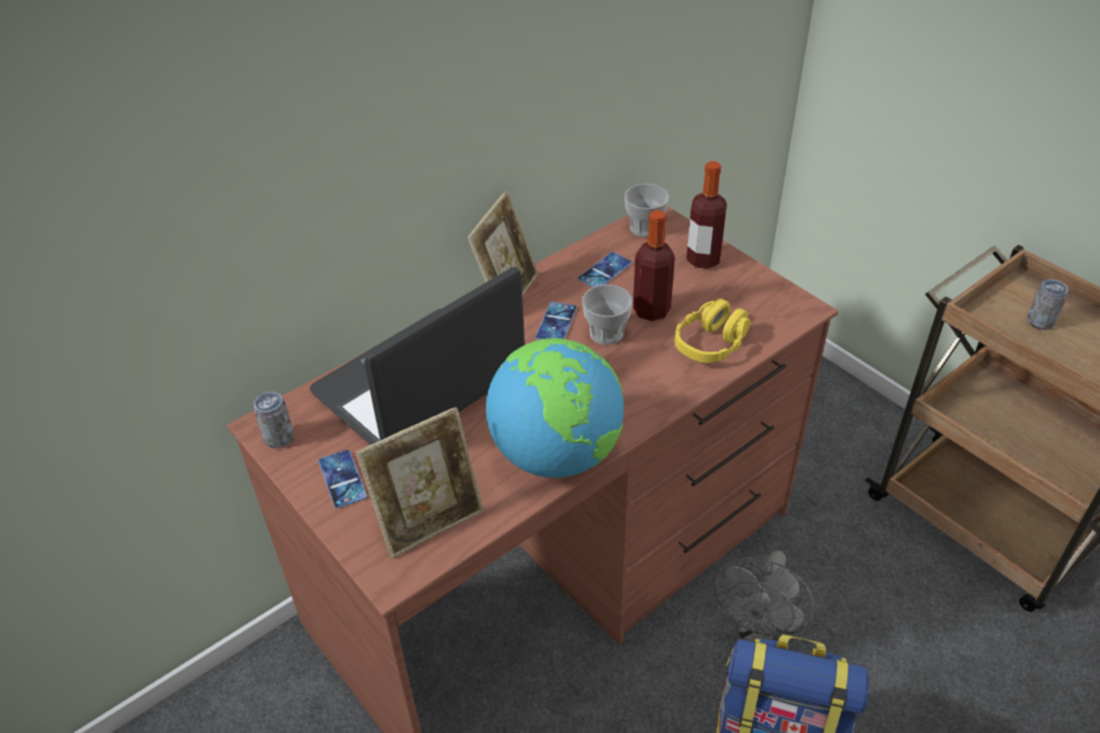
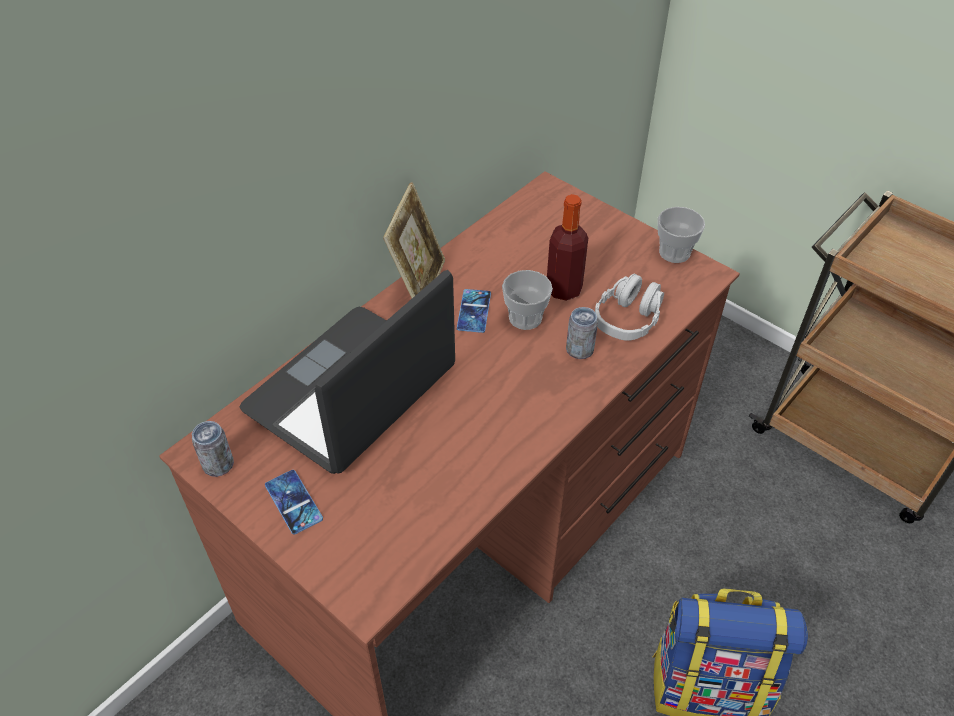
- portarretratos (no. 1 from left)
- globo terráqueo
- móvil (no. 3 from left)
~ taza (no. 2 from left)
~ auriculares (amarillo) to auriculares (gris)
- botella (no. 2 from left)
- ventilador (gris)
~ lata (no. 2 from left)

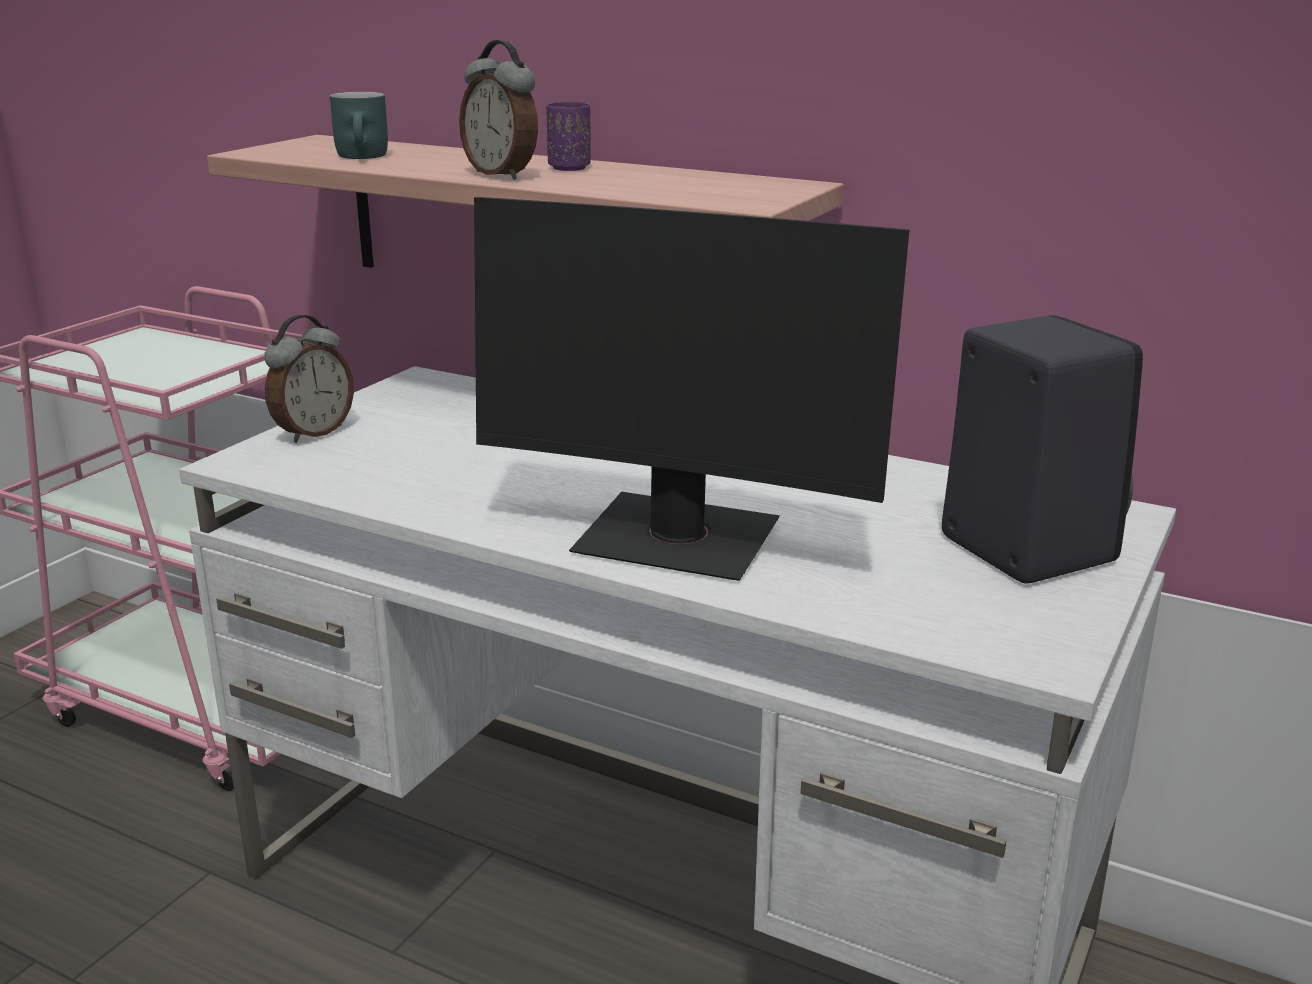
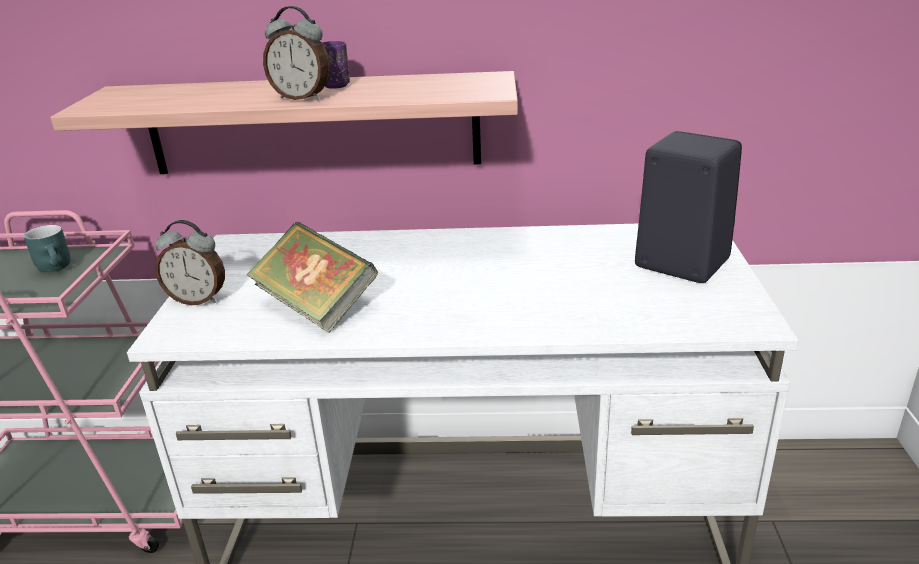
~ despertador (no. 1 from left) 90 degrees clockwise
~ taza grande (turquesa)
- monitor
+ libro

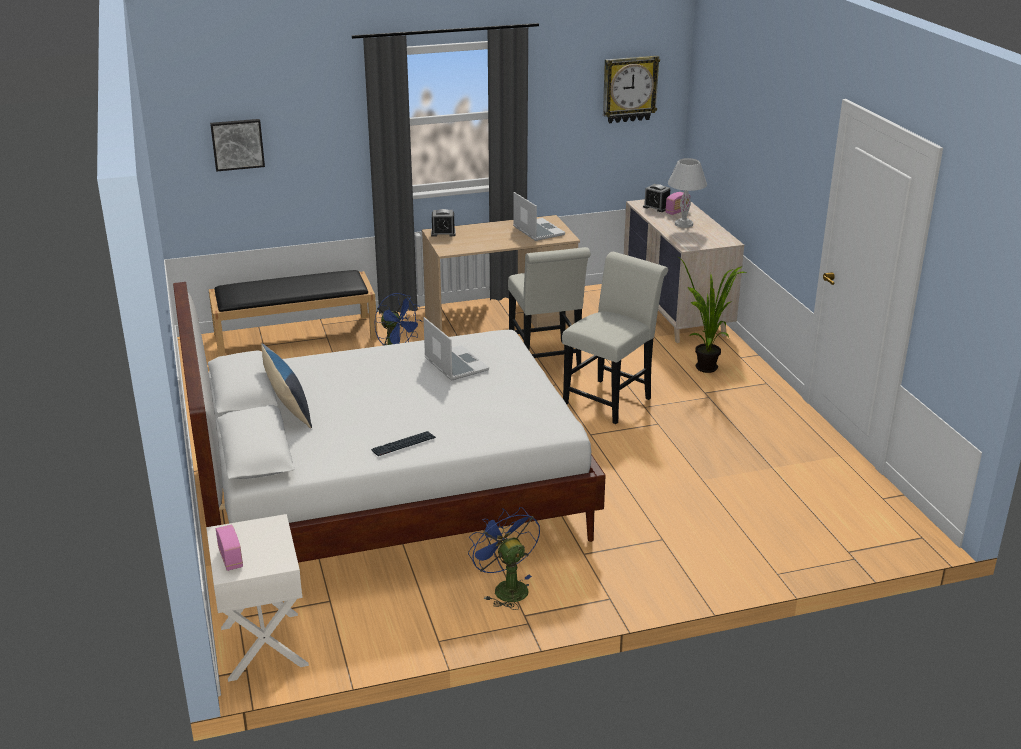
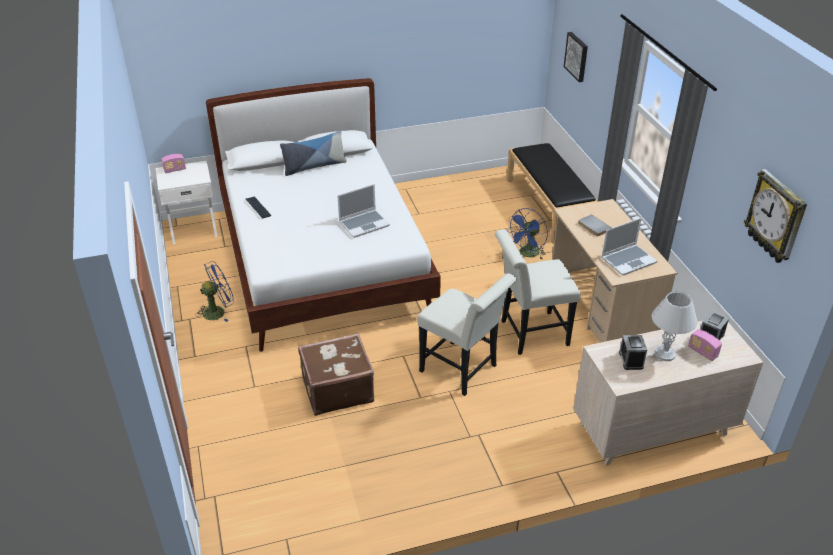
~ despertador (no. 1 from left)
- planta en maceta
+ maleta (marrón)
+ libro (gris)

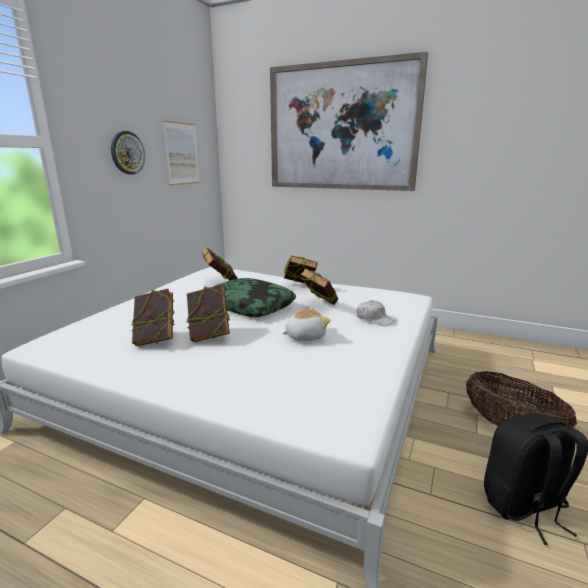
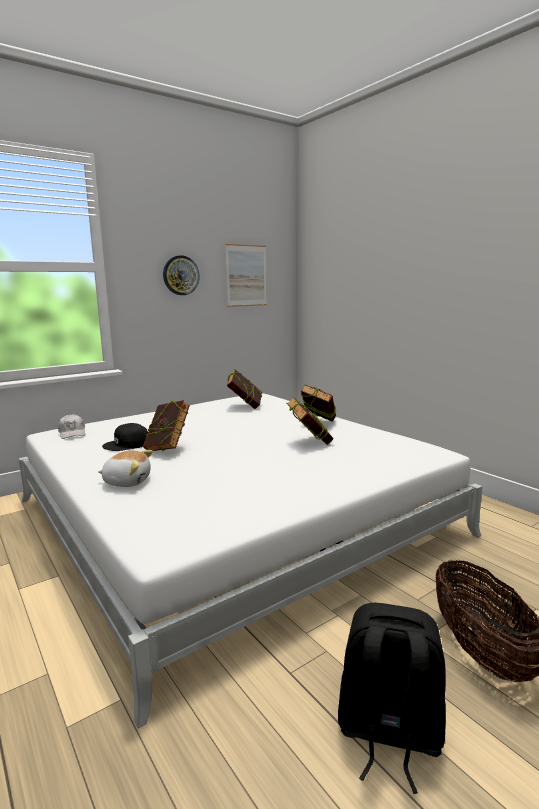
~ libro (no. 1 from left) to gorra (negro)
- cojín
- cuadro (no. 2 from left)
~ peluche
~ gorra (blanco)

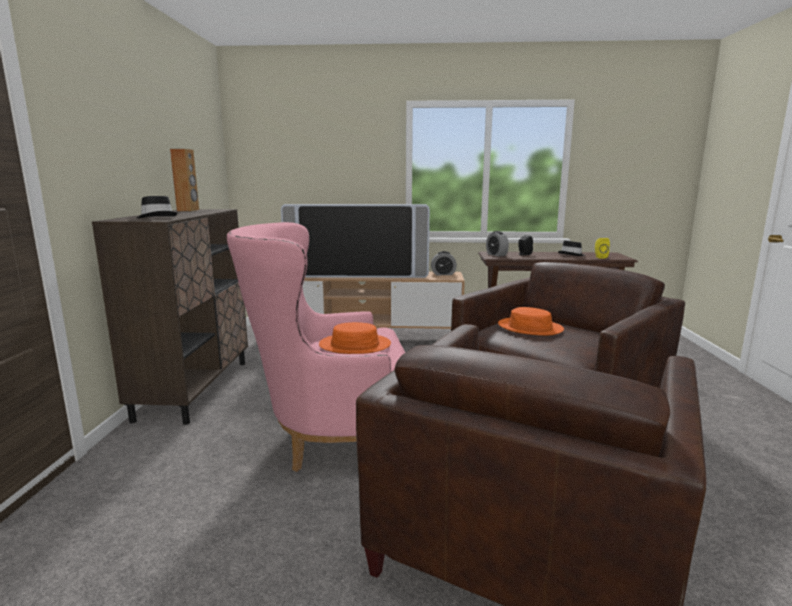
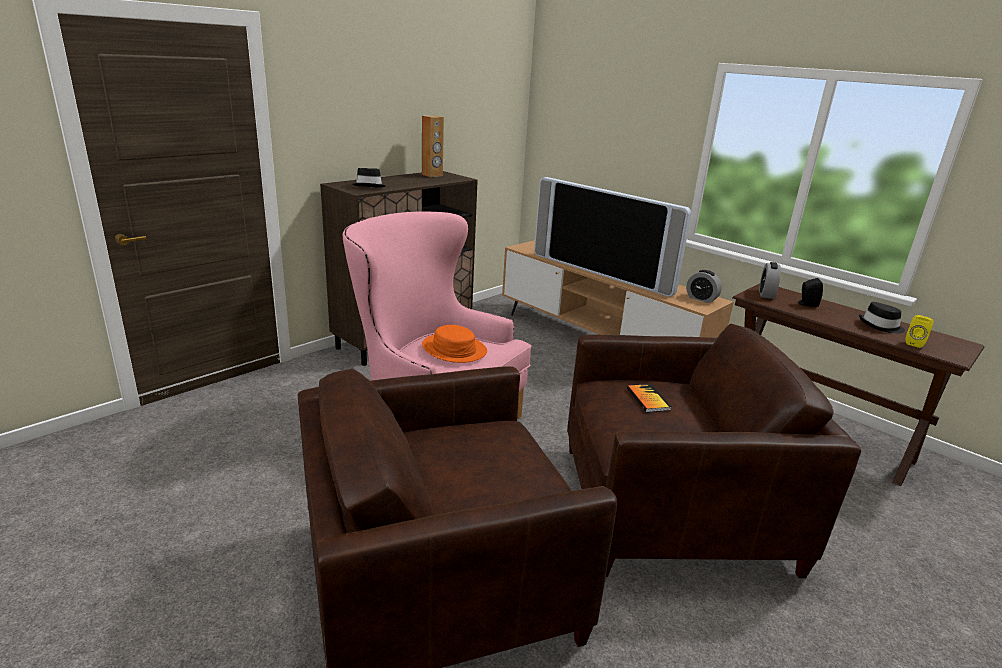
~ sombrero (naranja) (no. 2 from left) to libro

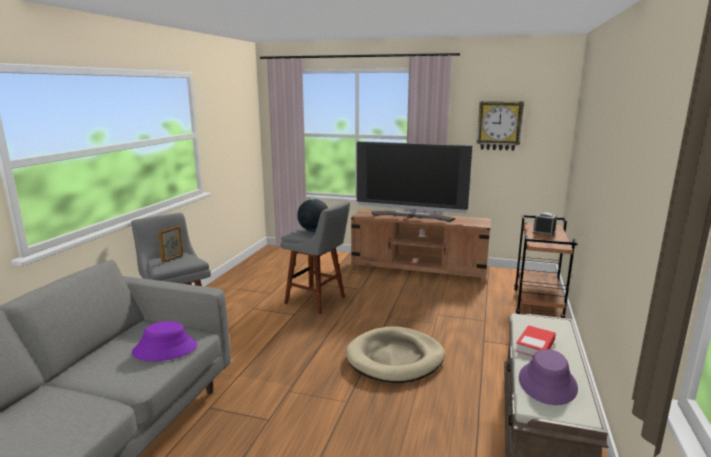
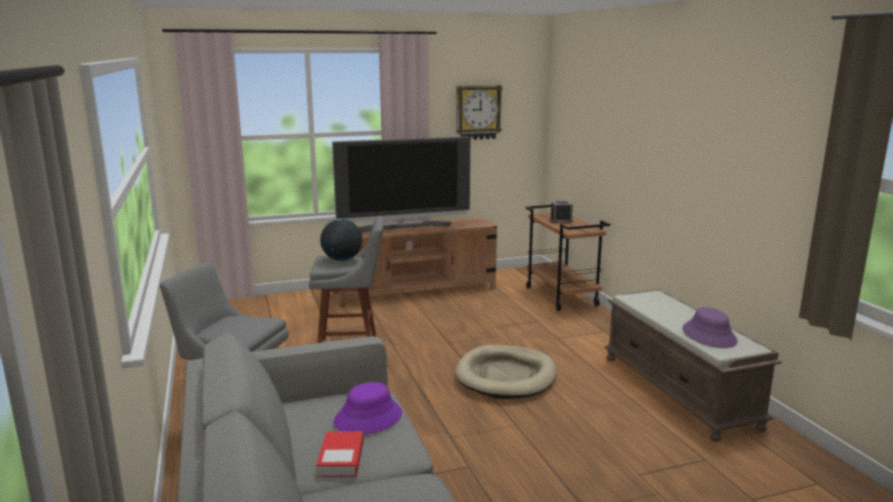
- portarretratos
~ libro

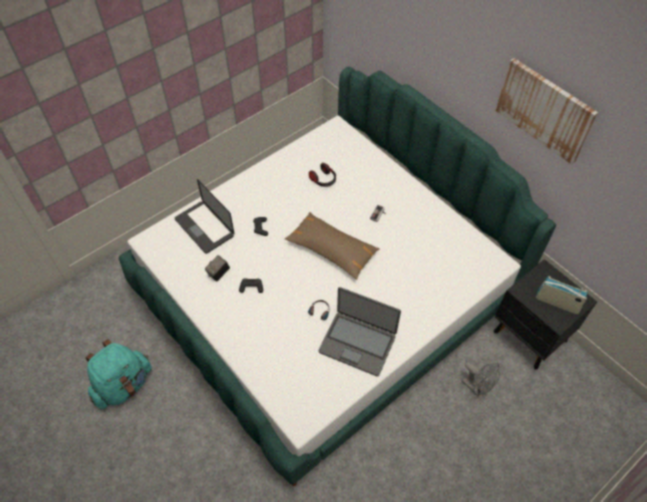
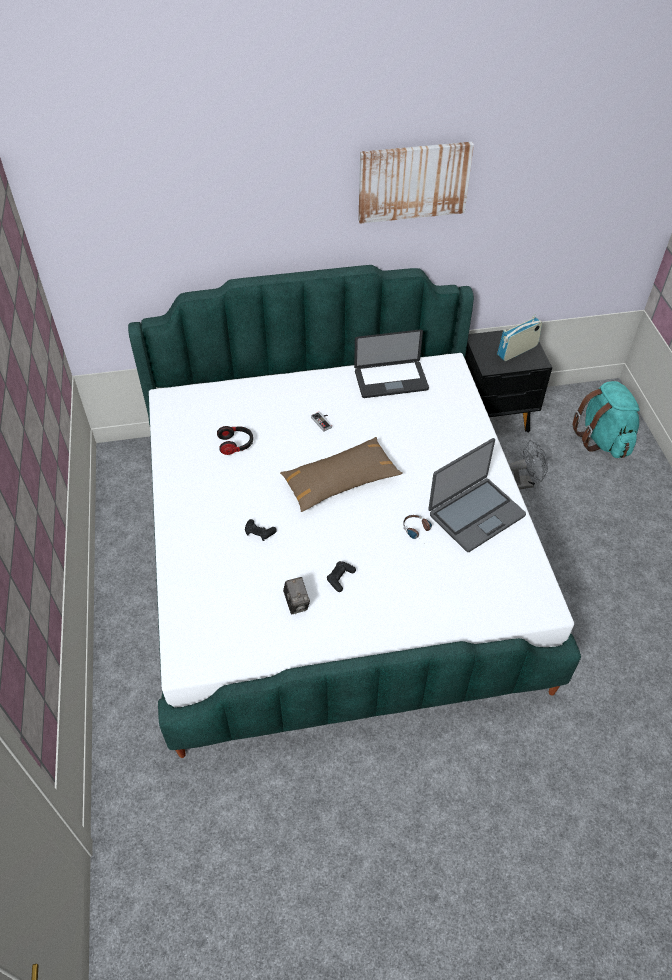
~ mochila (turquesa)
~ portátil (no. 1 from left)

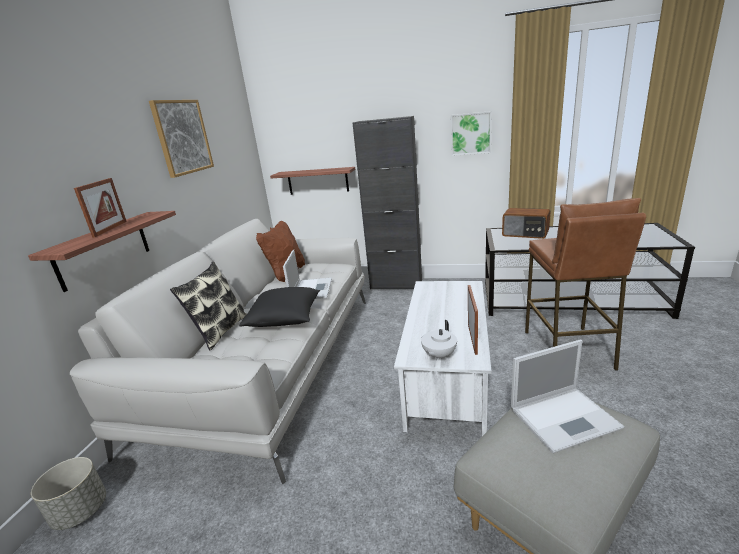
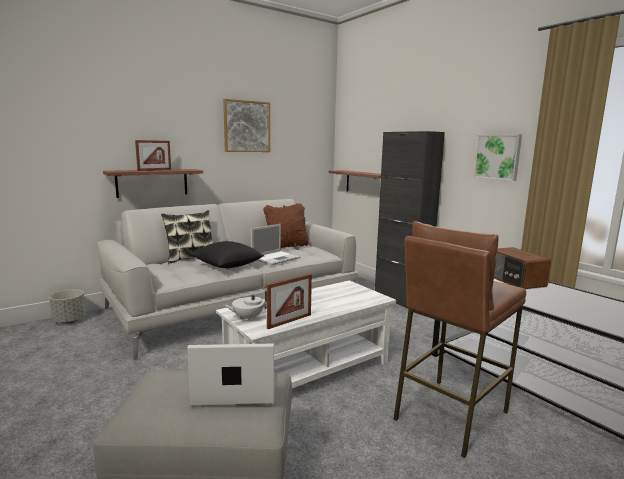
~ portátil (no. 2 from left in the first image) 150 degrees clockwise

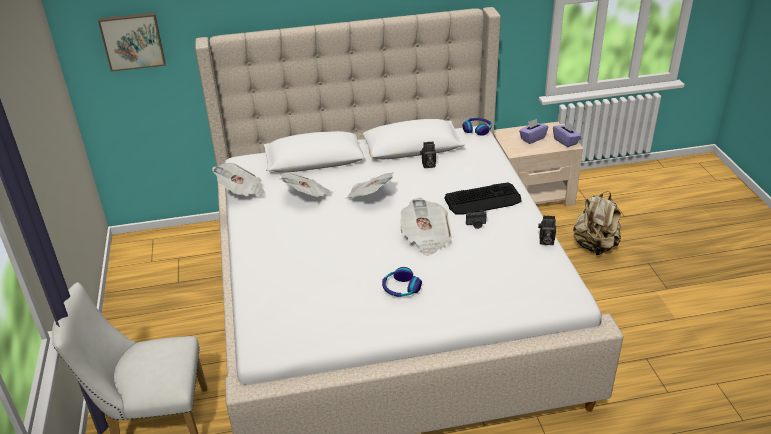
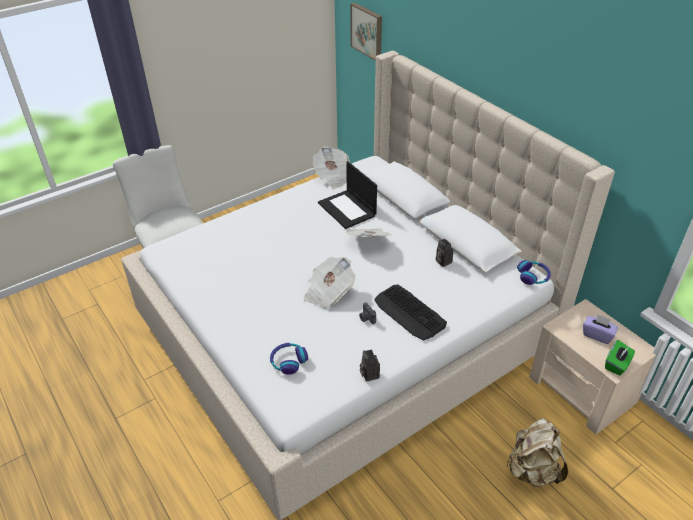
~ periódico (no. 2 from left) to portátil
~ auriculares (no. 1 from left)
~ caja de pañuelos (morado) (no. 2 from left) to caja de pañuelos (verde)

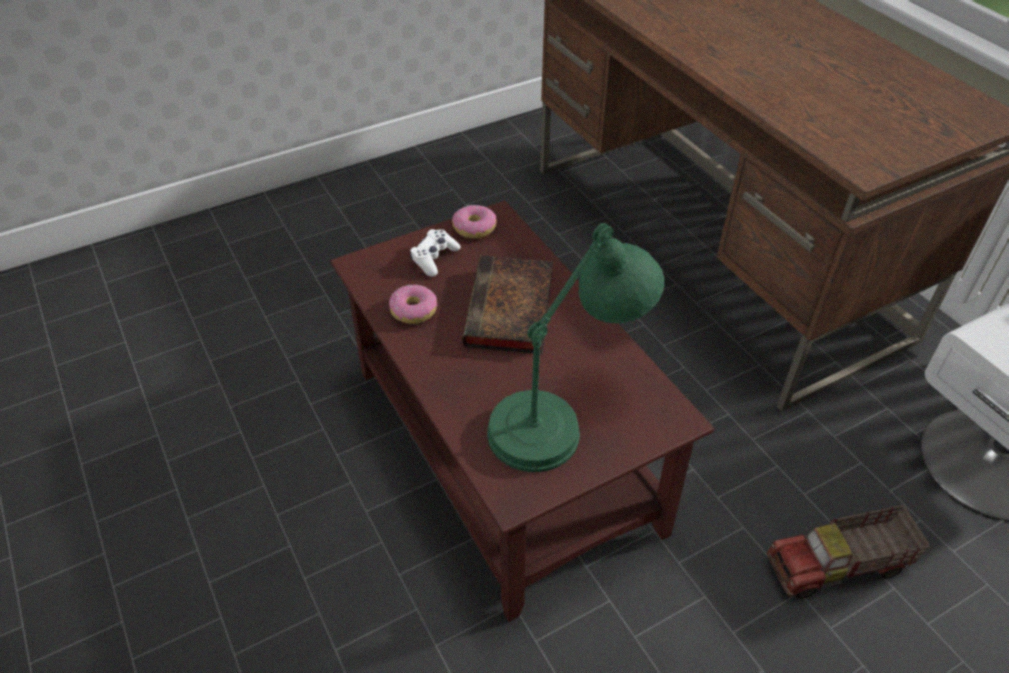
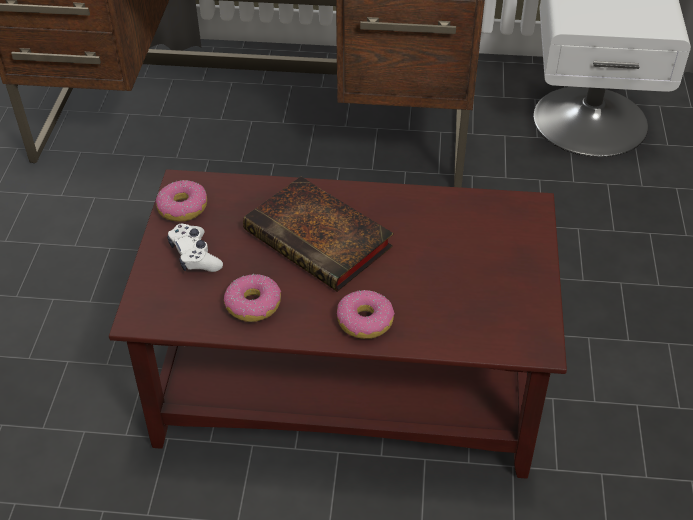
- lámpara de mesa (verde)
- camión de juguete
+ rosquilla (no. 3 from left)

